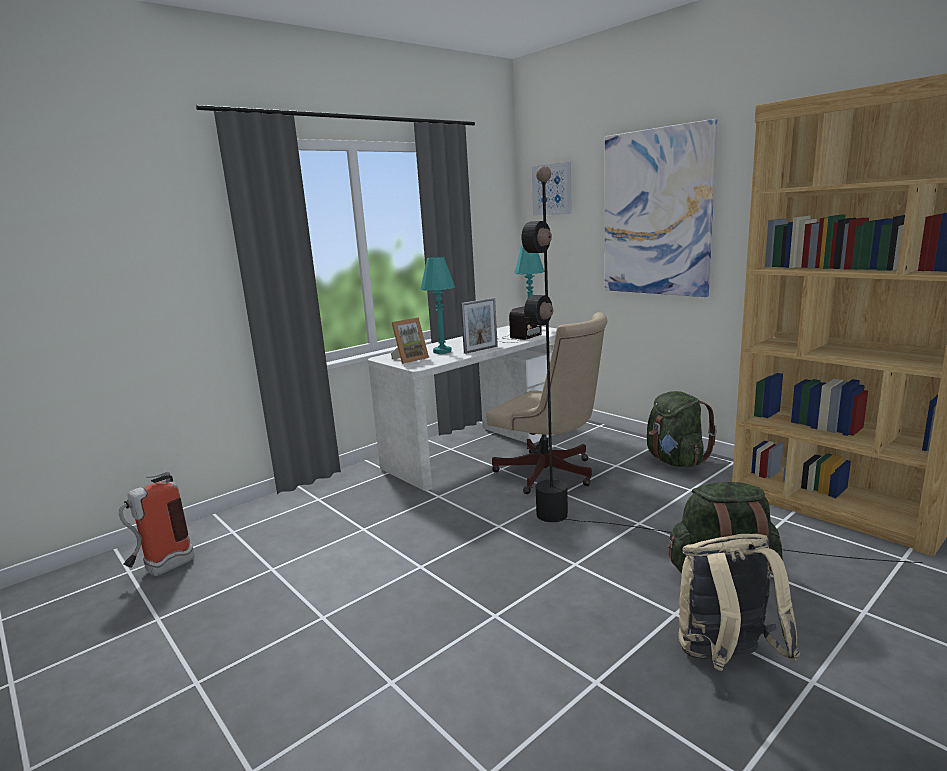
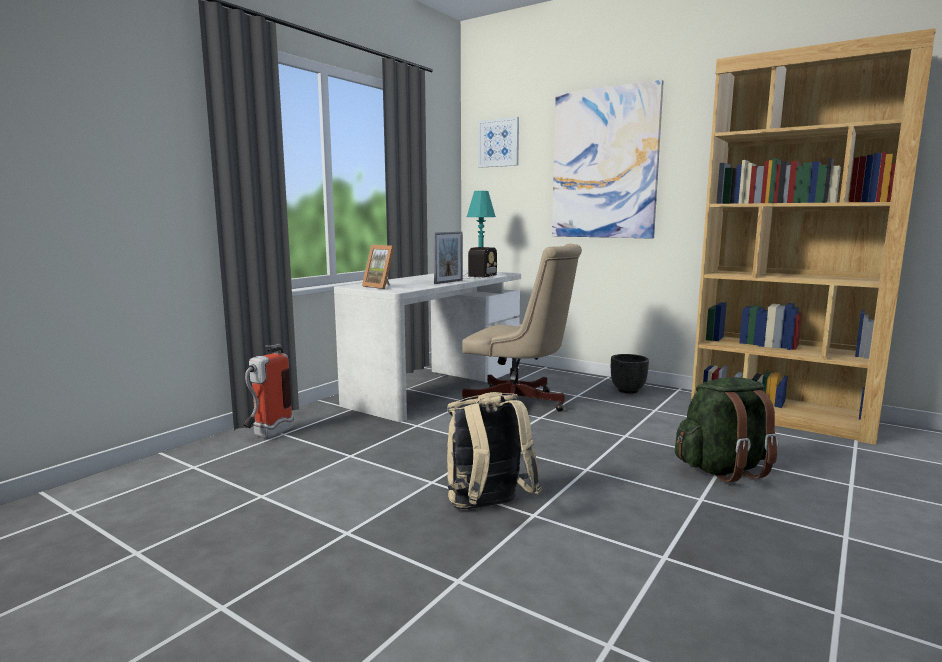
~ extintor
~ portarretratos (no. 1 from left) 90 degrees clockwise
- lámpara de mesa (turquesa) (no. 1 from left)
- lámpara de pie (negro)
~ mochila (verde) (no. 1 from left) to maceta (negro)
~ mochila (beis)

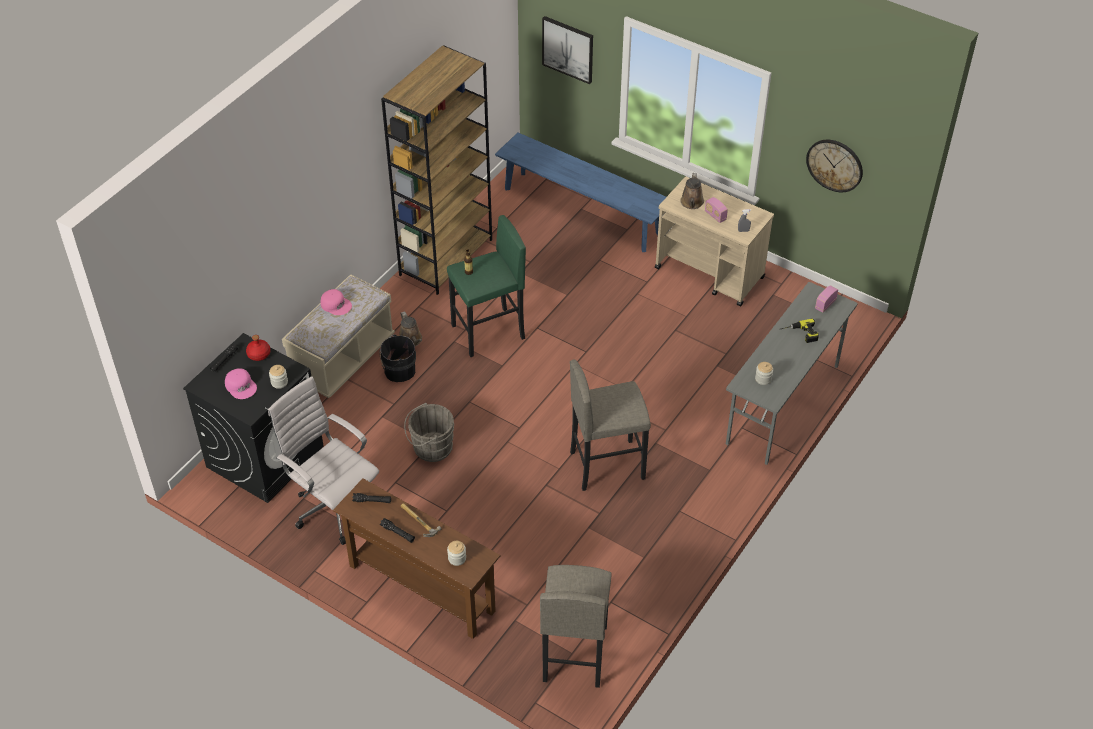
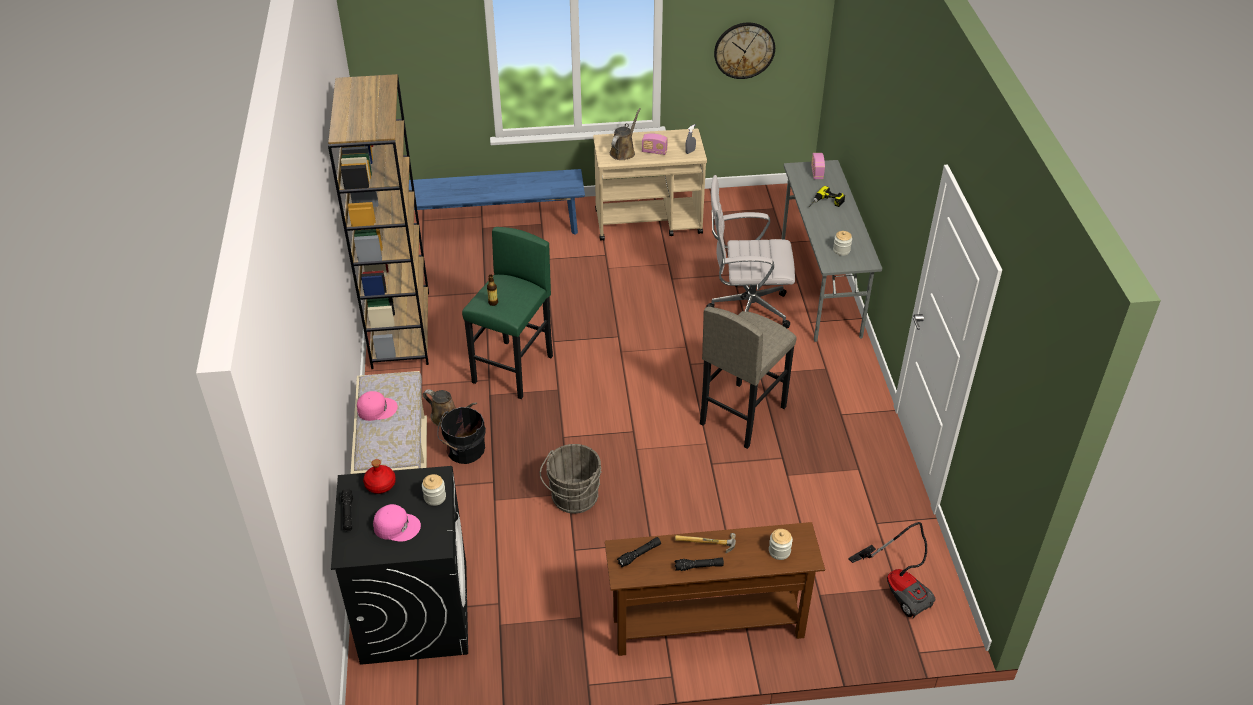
~ silla de oficina (blanco)
~ taburete (gris) (no. 1 from left) to aspiradora
- cuadro
~ regadera (marrón) (no. 2 from left) 120 degrees counterclockwise

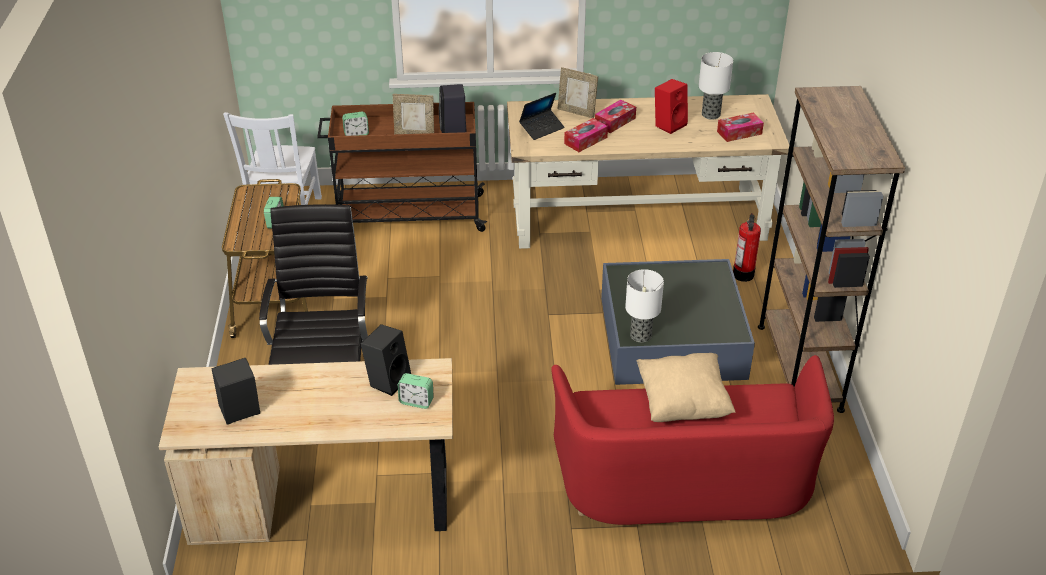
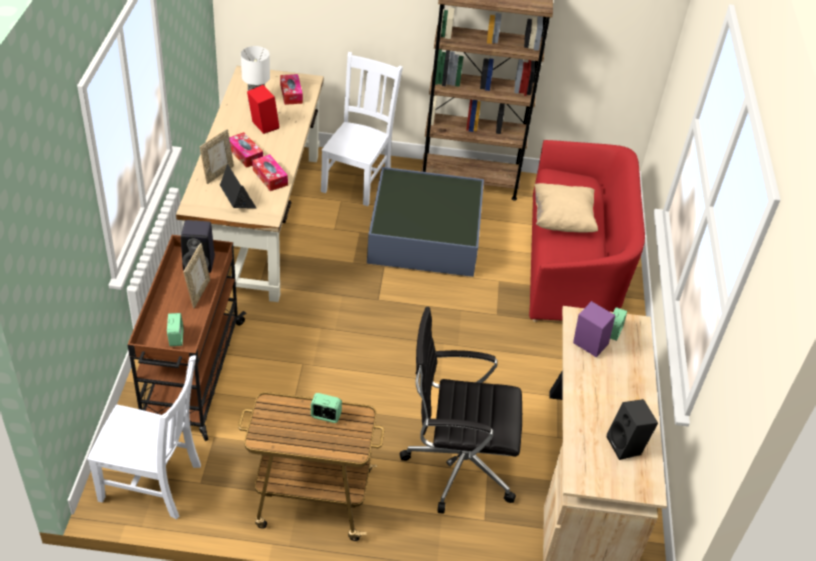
~ altavoz (negro) (no. 2 from left) to altavoz (morado)
- lámpara de mesa (no. 1 from left)
~ extintor to silla (blanco) (no. 2 from left)

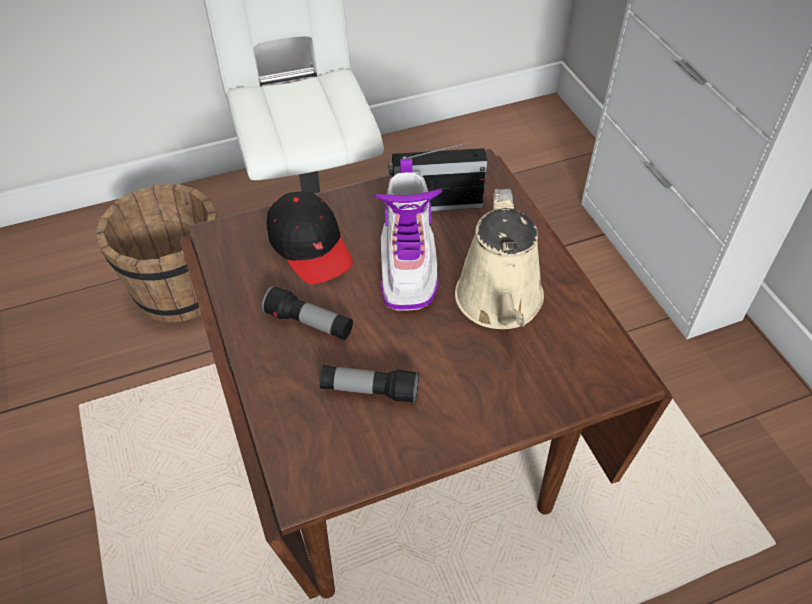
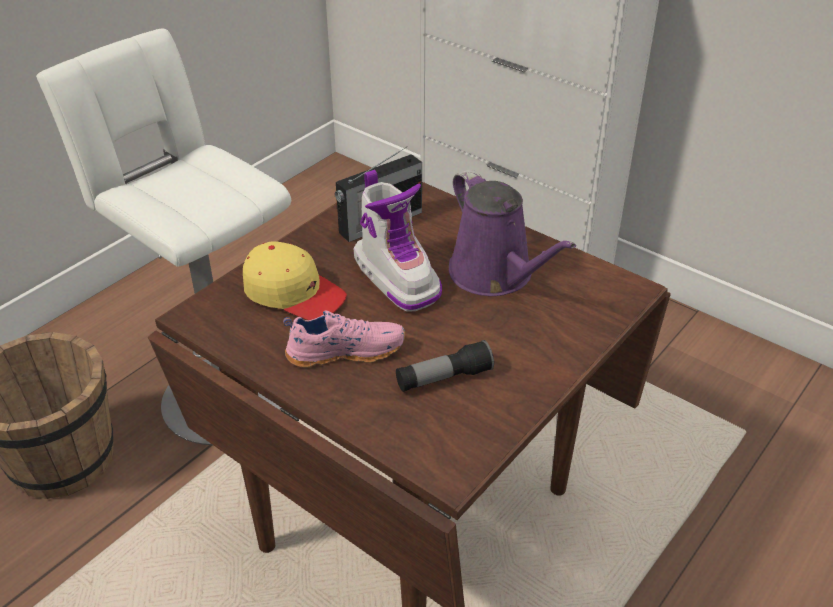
~ linterna (no. 1 from left) to zapato (rosa)
~ gorra (negro) to gorra (amarillo)
~ regadera (beis) to regadera (morado)

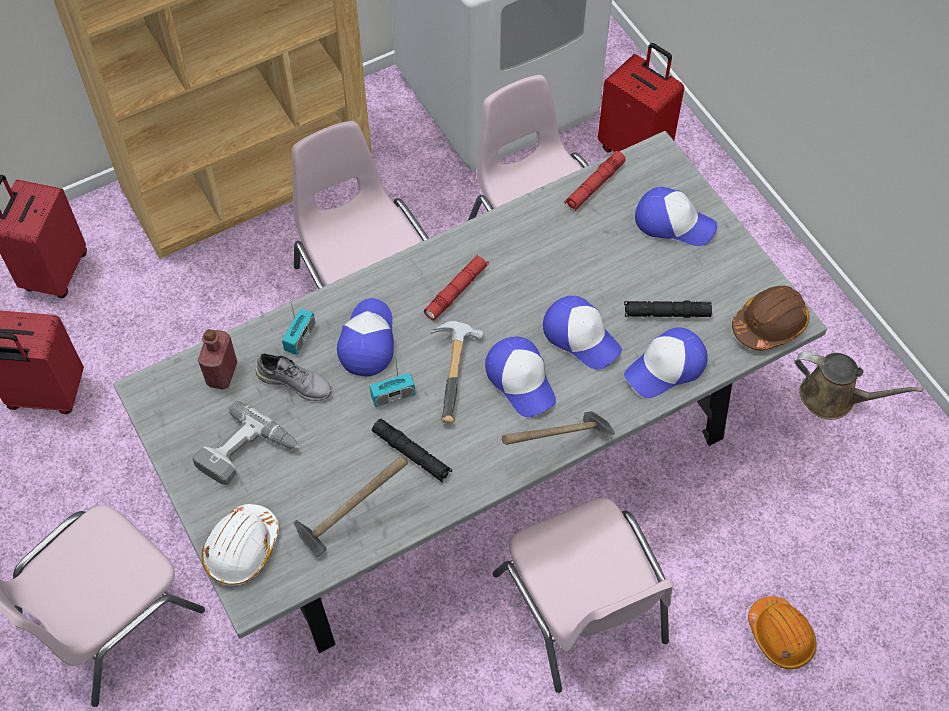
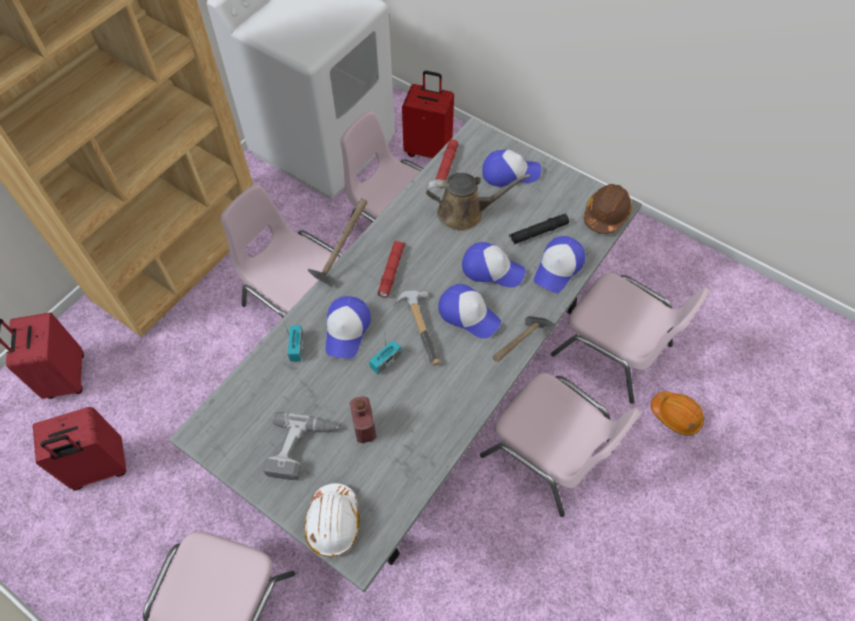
~ botella (rojo)
- zapato (gris)
~ martillo (no. 1 from left)
~ gorra (no. 1 from left) 150 degrees counterclockwise
- linterna (negro) (no. 1 from left)
~ regadera (marrón)
+ silla (rosa) (no. 5 from left)

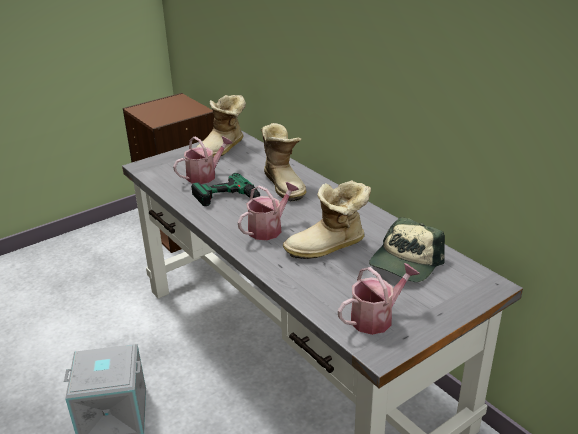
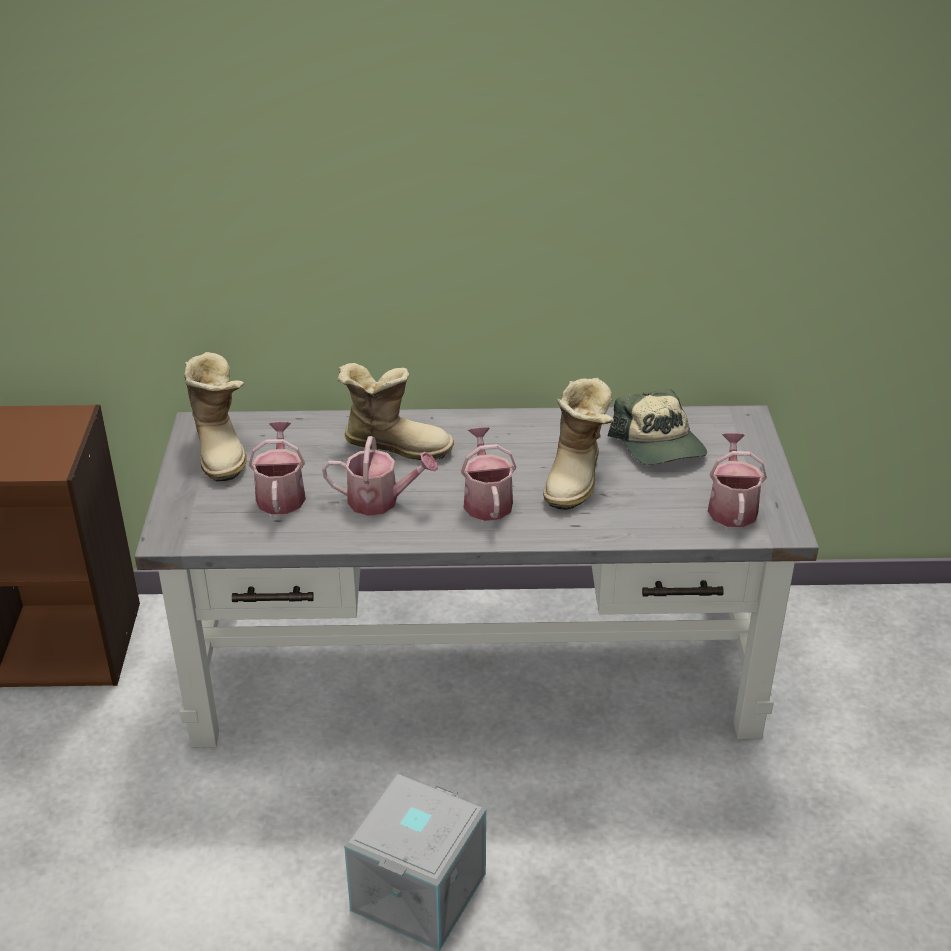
~ taladro to regadera (no. 2 from left)

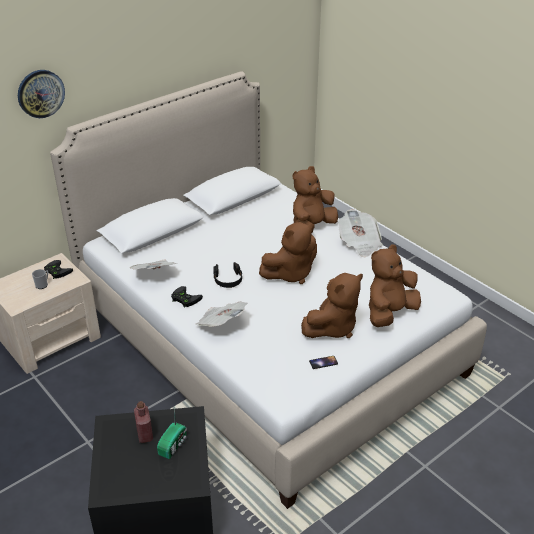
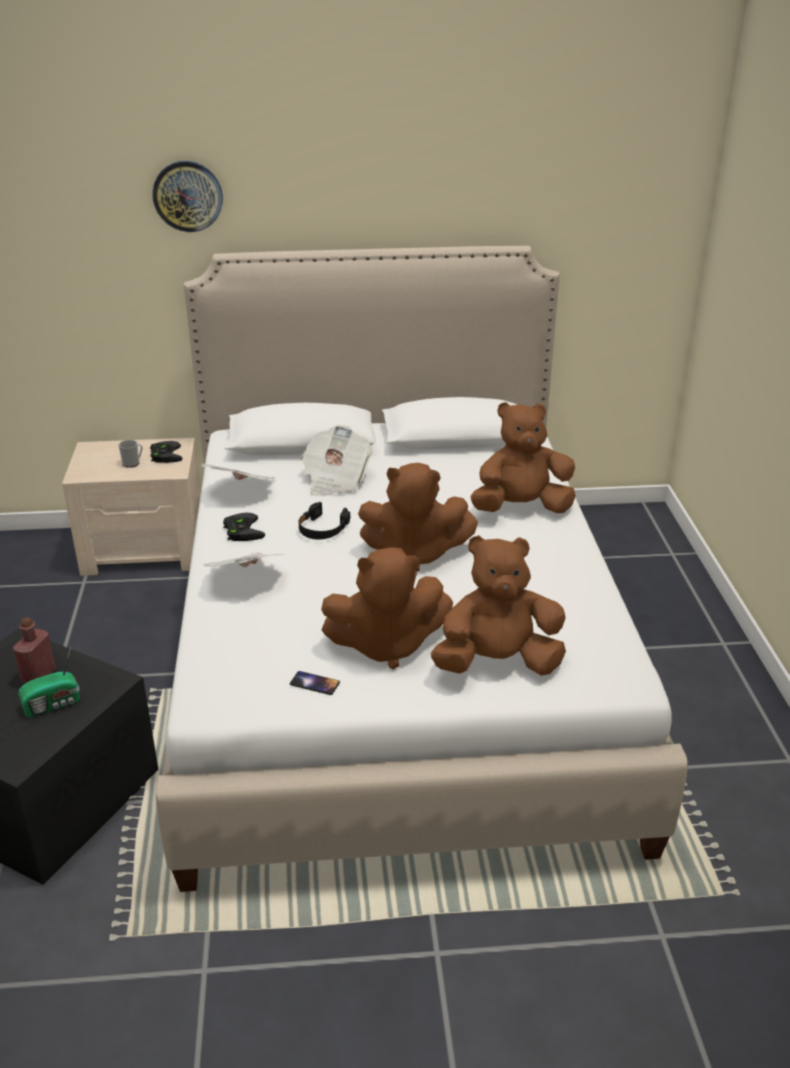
~ periódico (no. 3 from left)

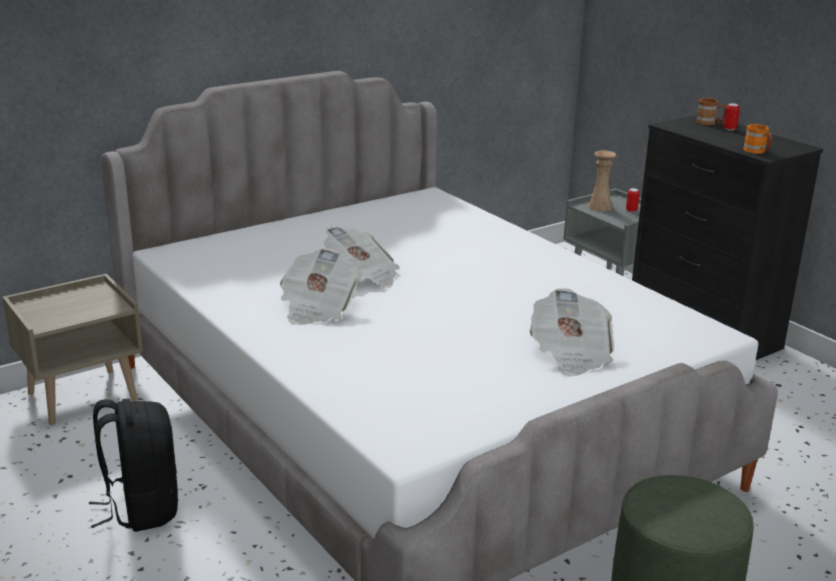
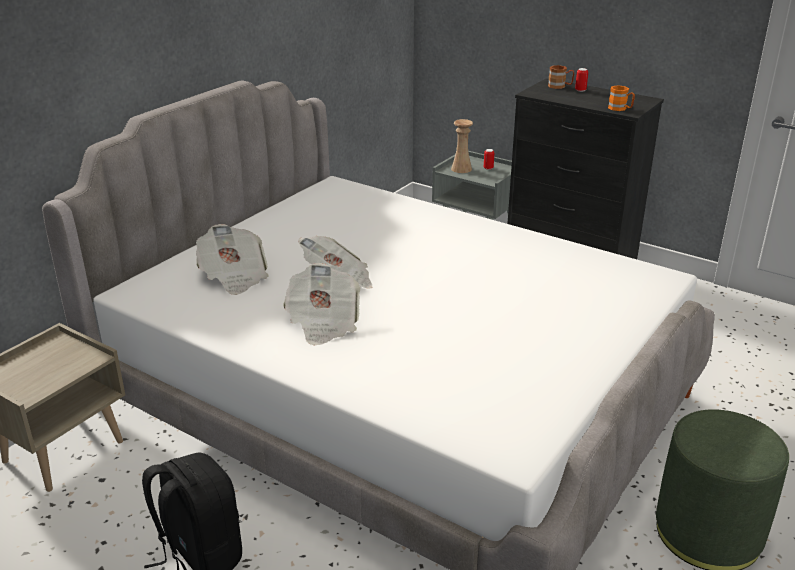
~ periódico (no. 3 from left in the first image) to periódico (no. 1 from left)

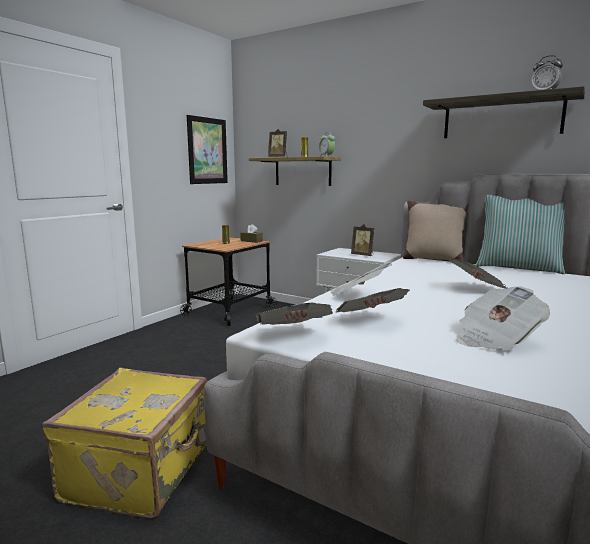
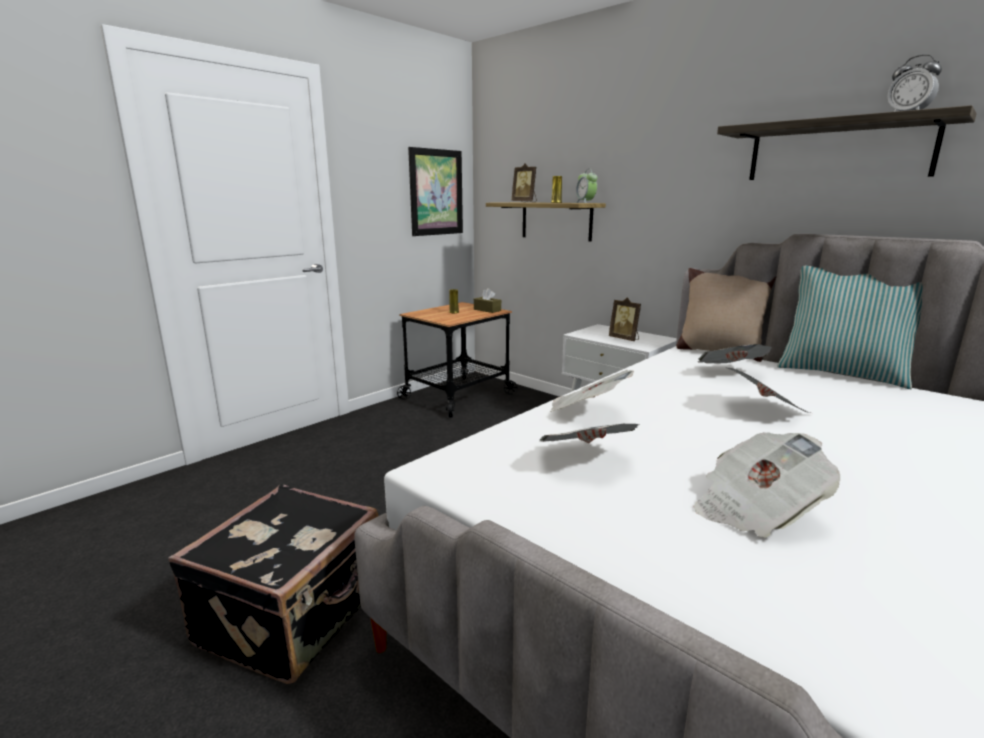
~ maleta (amarillo) to maleta (negro)
~ periódico (no. 1 from left in the first image) to periódico (no. 3 from left)

